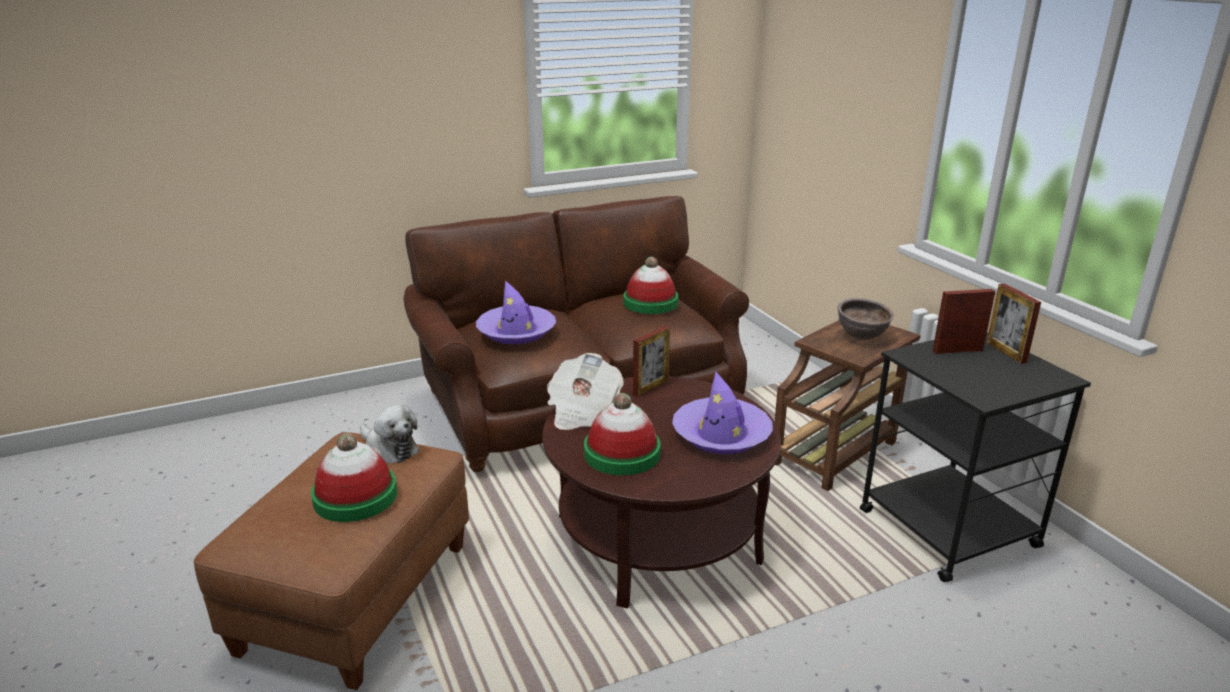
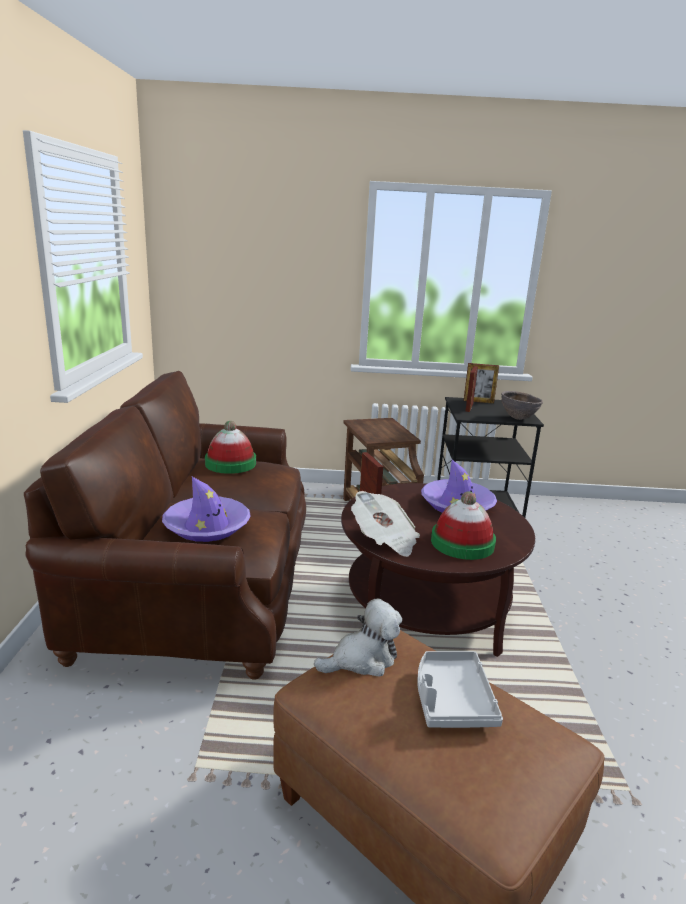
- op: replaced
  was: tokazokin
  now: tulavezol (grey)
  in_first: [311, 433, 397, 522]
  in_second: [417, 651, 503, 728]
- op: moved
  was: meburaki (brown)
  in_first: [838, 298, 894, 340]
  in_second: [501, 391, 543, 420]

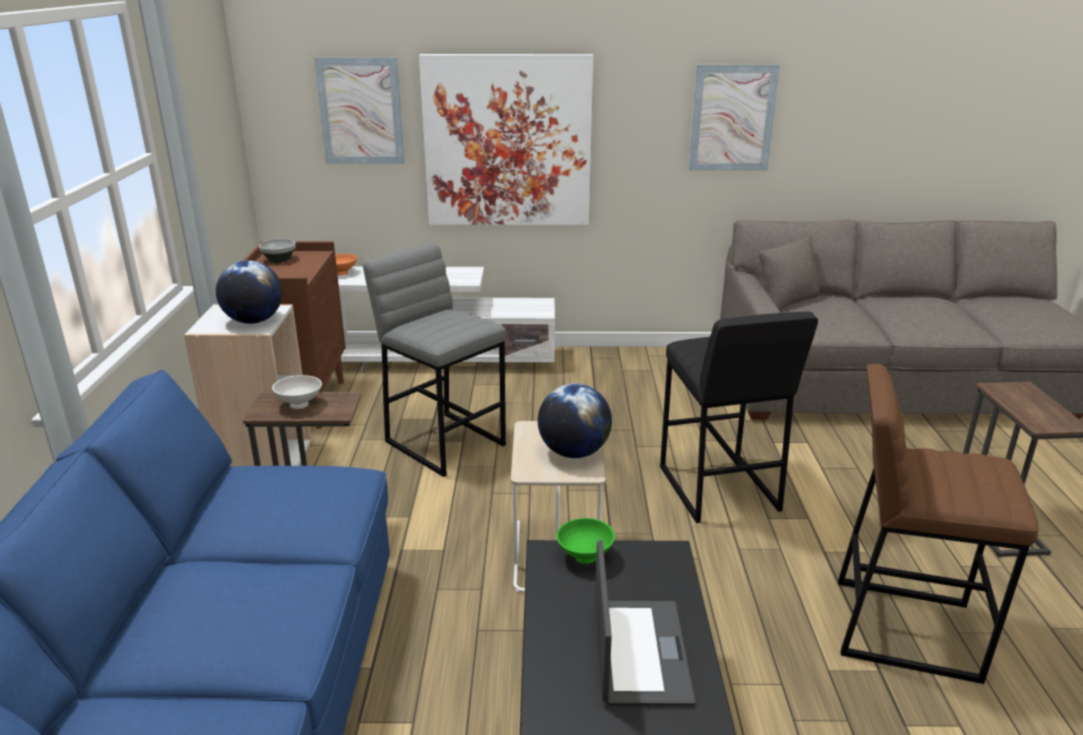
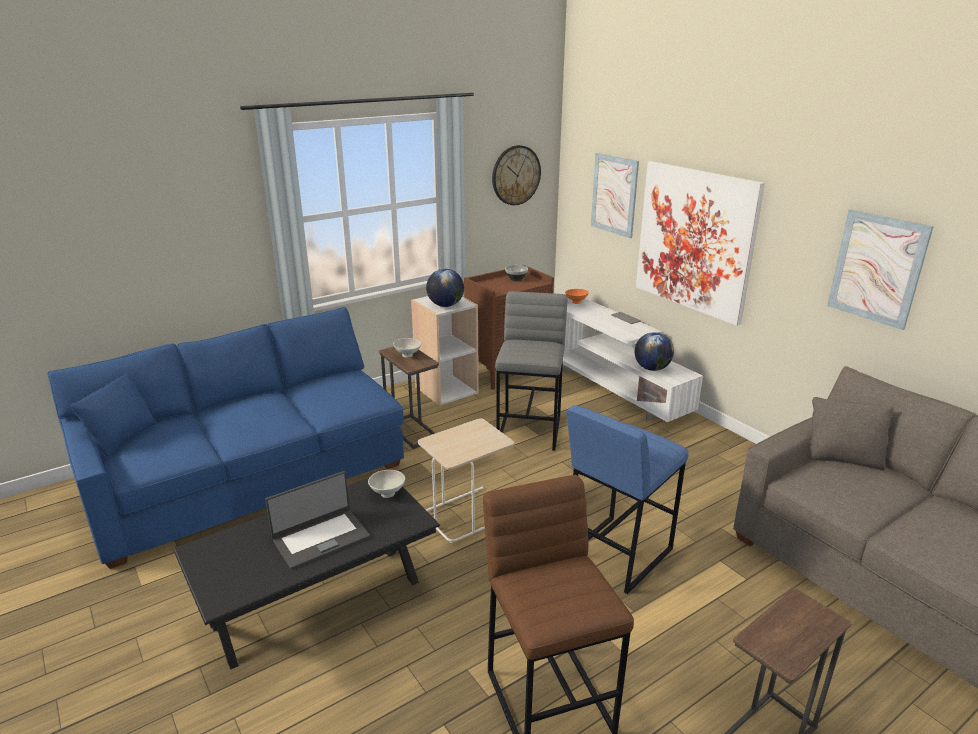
- op: moved
  was: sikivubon
  in_first: [538, 383, 612, 458]
  in_second: [635, 332, 674, 371]
- op: recoloured
  was: meburaki (green)
  now: meburaki (white)
  in_first: [556, 518, 615, 564]
  in_second: [368, 470, 405, 498]
- op: recoloured
  was: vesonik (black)
  now: vesonik (blue)
  in_first: [660, 312, 818, 523]
  in_second: [566, 405, 689, 594]
- op: added
  now: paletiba
  in_second: [492, 145, 541, 205]

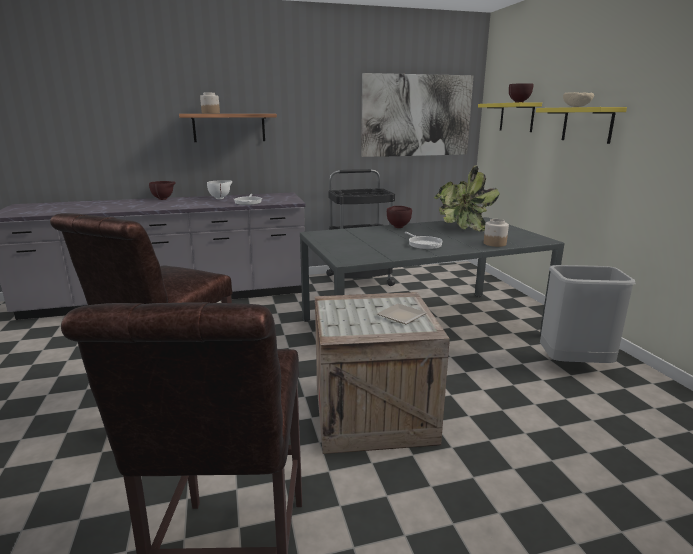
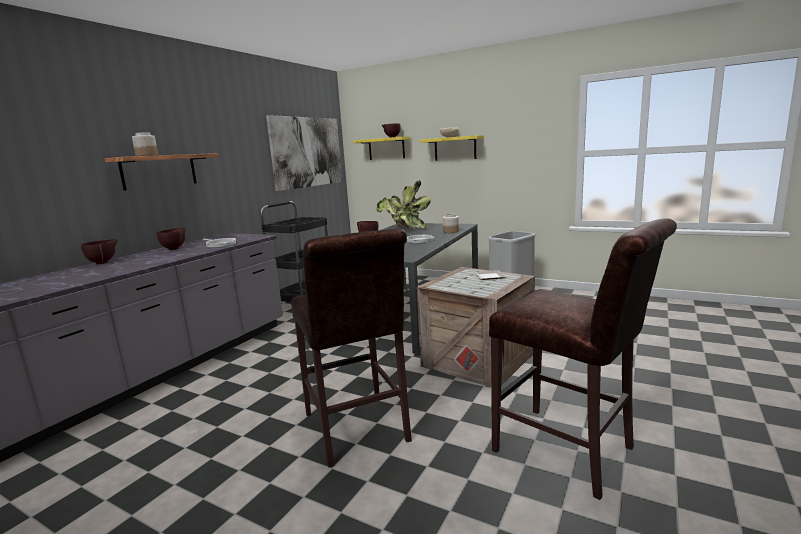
- op: recoloured
  was: meburaki (white)
  now: meburaki (brown)
  in_first: [207, 180, 232, 199]
  in_second: [156, 228, 185, 250]

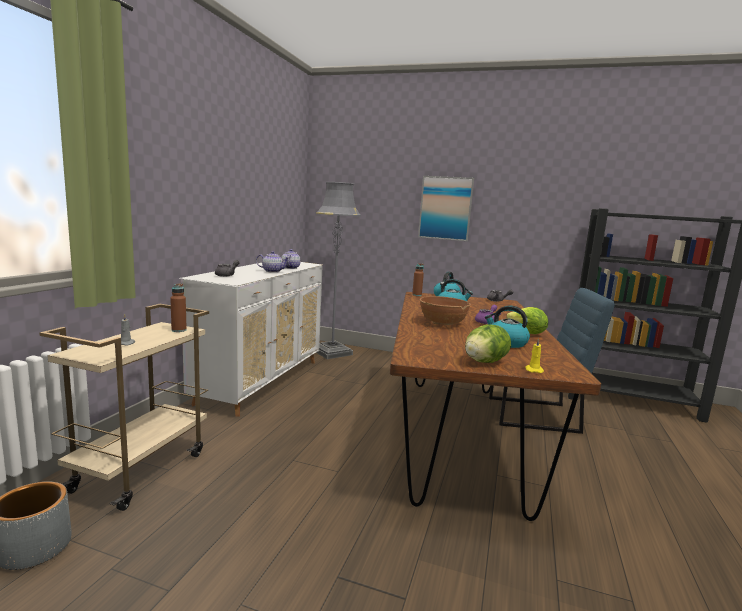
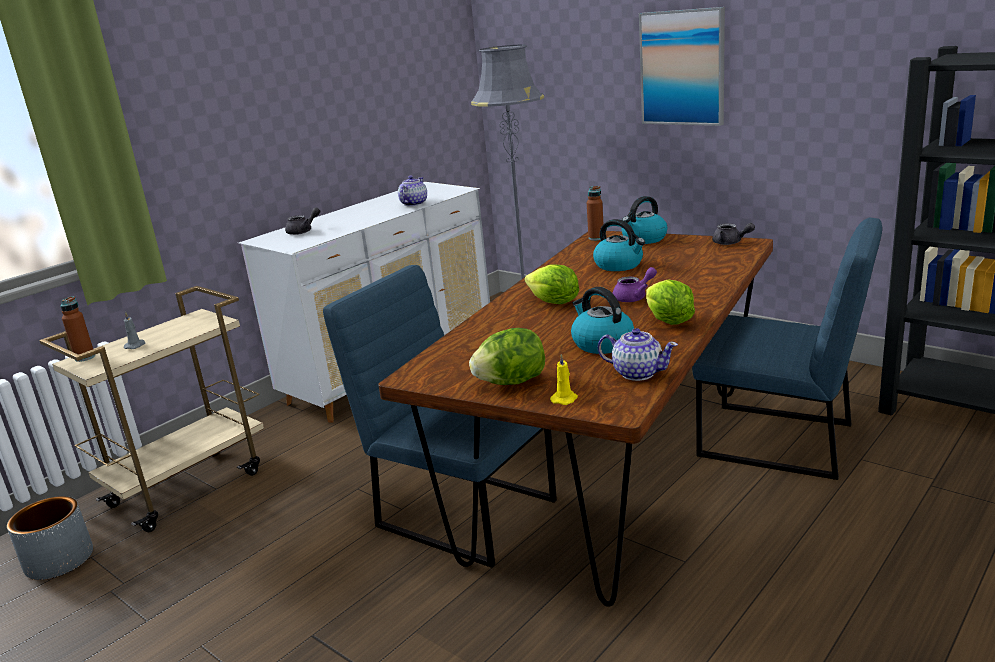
- op: moved
  was: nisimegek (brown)
  in_first: [170, 283, 187, 332]
  in_second: [61, 296, 95, 362]
- op: moved
  was: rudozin
  in_first: [256, 251, 290, 273]
  in_second: [598, 328, 678, 381]
- op: replaced
  was: meburaki (brown)
  now: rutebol
  in_first: [420, 296, 471, 325]
  in_second: [524, 264, 579, 304]
- op: added
  now: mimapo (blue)
  in_second: [323, 265, 557, 568]

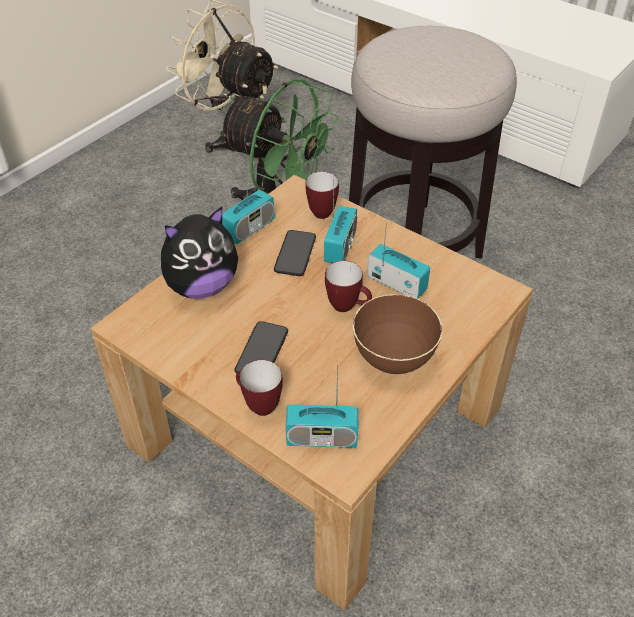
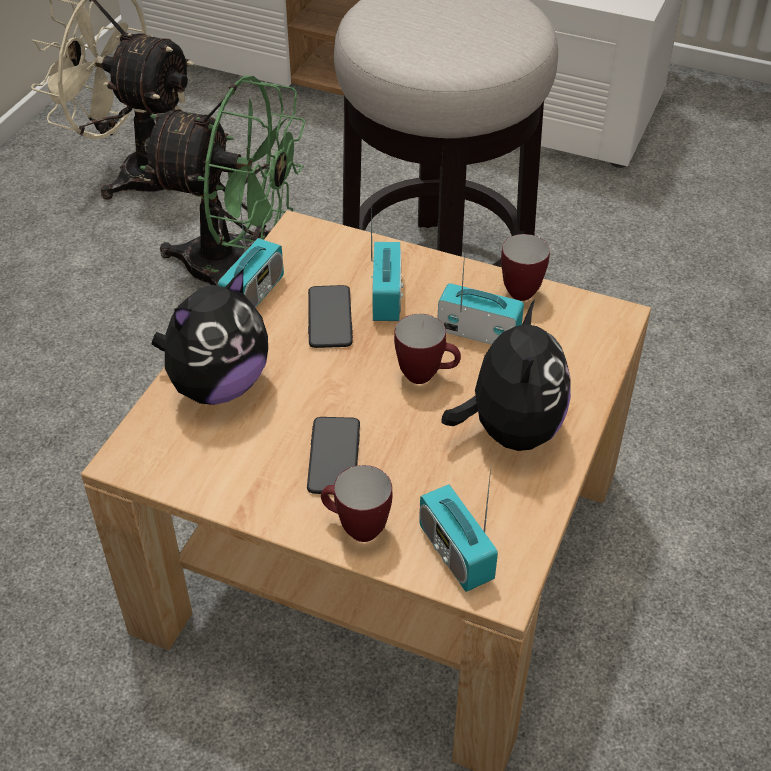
- op: turned
  was: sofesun
  in_first: [285, 369, 358, 448]
  in_second: [419, 468, 498, 592]
  clockwise: 75
- op: moved
  was: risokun
  in_first: [306, 172, 339, 219]
  in_second: [501, 234, 550, 301]
- op: replaced
  was: meburaki (brown)
  now: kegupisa
  in_first: [353, 294, 443, 374]
  in_second: [441, 299, 571, 451]

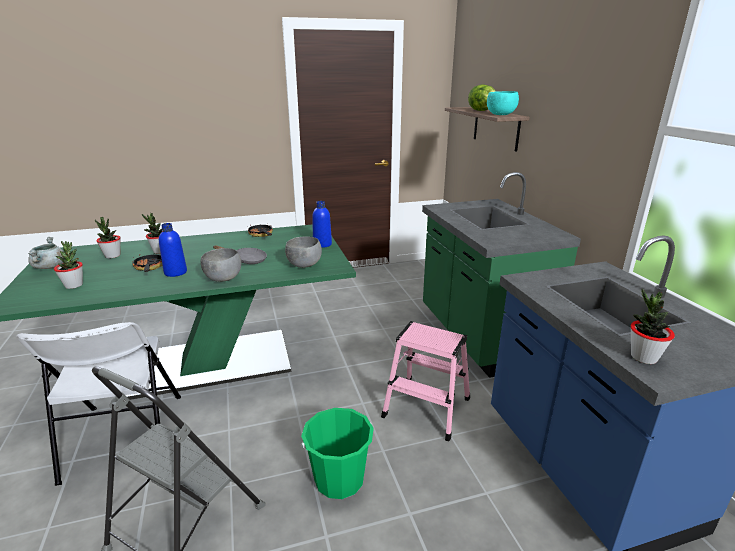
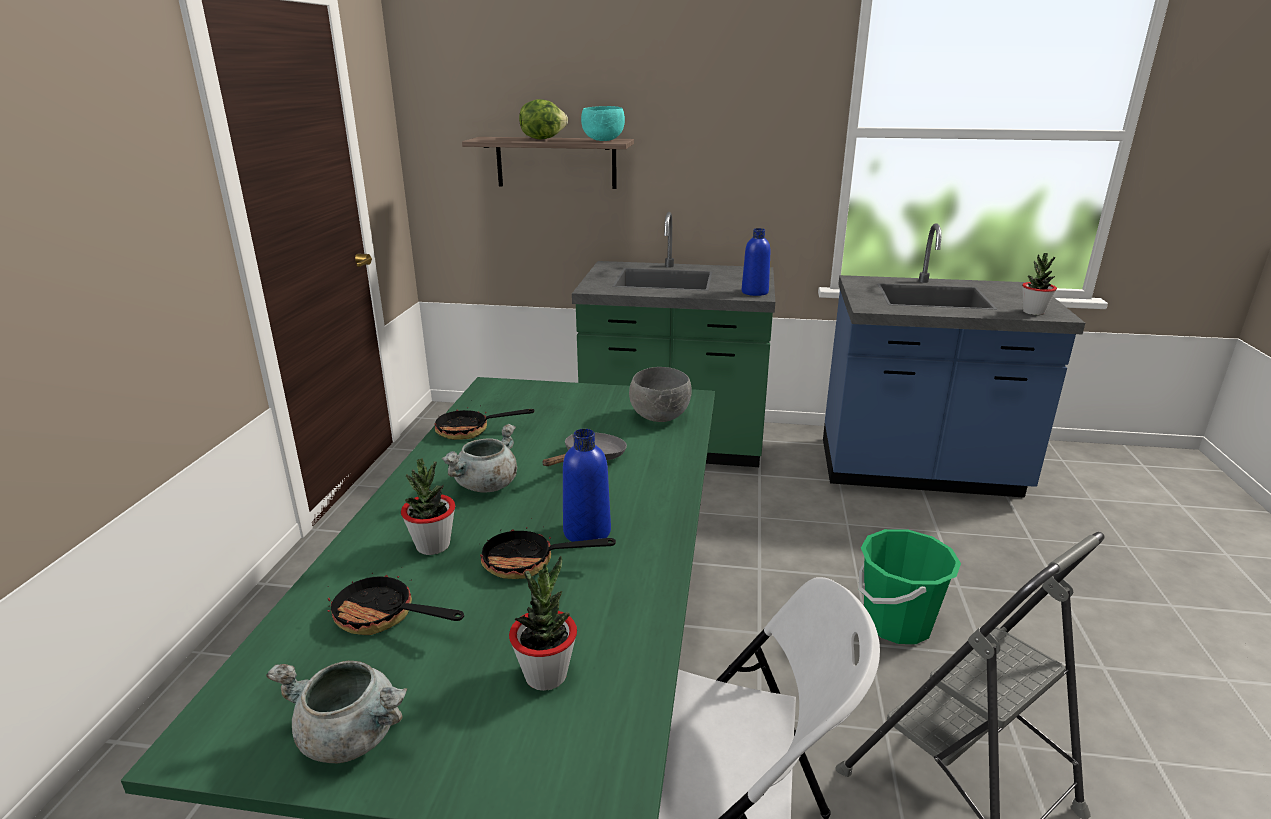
- op: replaced
  was: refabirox
  now: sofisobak
  in_first: [95, 217, 121, 258]
  in_second: [328, 573, 464, 635]
- op: removed
  was: meburaki (grey)
  in_first: [201, 248, 241, 282]
- op: moved
  was: nisimegek (blue)
  in_first: [312, 201, 332, 248]
  in_second: [742, 228, 770, 296]
- op: removed
  was: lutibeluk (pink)
  in_first: [381, 321, 470, 441]
- op: added
  now: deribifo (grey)
  in_second: [441, 424, 517, 493]

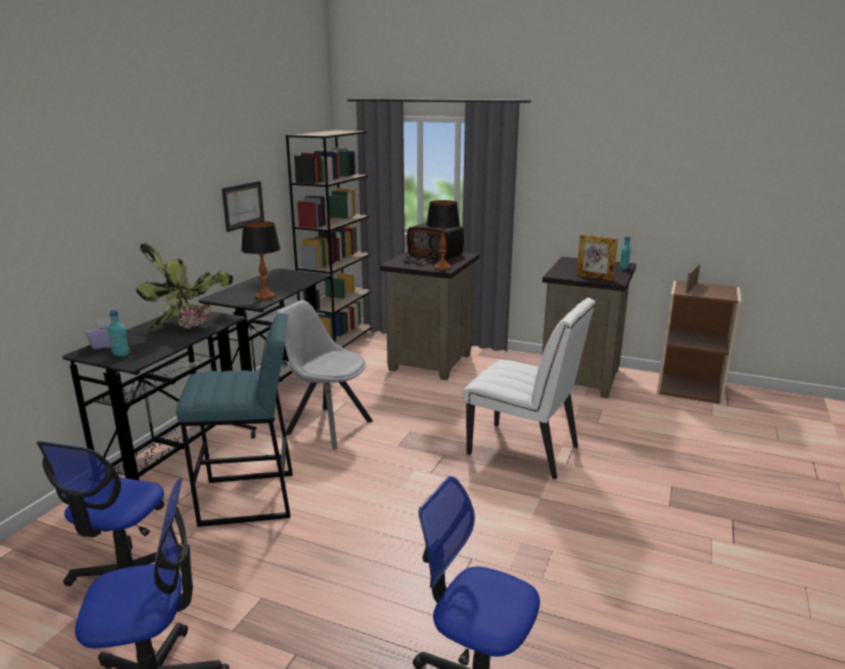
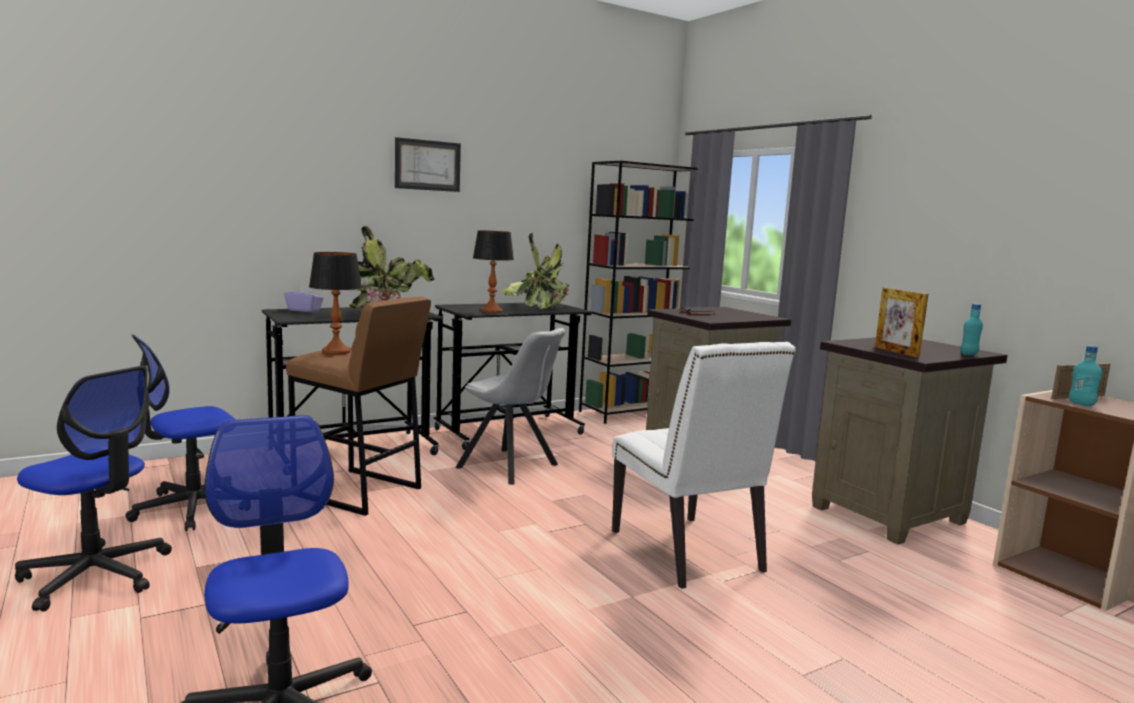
- op: moved
  was: nisimegek (turquoise)
  in_first: [108, 310, 130, 357]
  in_second: [1069, 345, 1103, 406]
- op: recoloured
  was: vesonik (turquoise)
  now: vesonik (brown)
  in_first: [176, 313, 293, 527]
  in_second: [286, 296, 431, 516]
- op: moved
  was: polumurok
  in_first: [222, 181, 264, 232]
  in_second: [395, 137, 461, 192]
- op: turned
  was: mimapo (grey)
  in_first: [276, 300, 373, 450]
  in_second: [456, 328, 566, 485]
  clockwise: 150
- op: removed
  was: sofesun
  in_first: [407, 222, 464, 260]
- op: moved
  was: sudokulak
  in_first: [426, 200, 460, 270]
  in_second: [309, 252, 362, 354]
- op: added
  now: refabirox
  in_second: [503, 233, 570, 310]

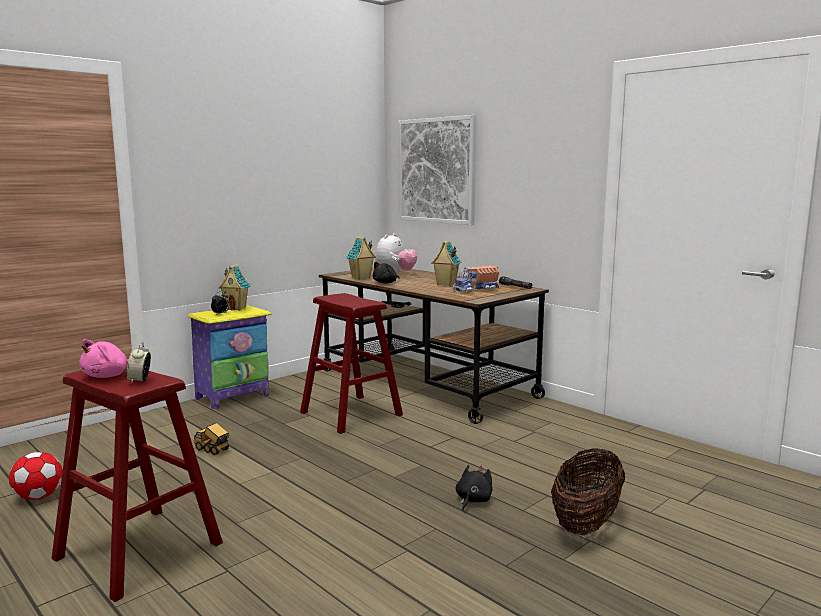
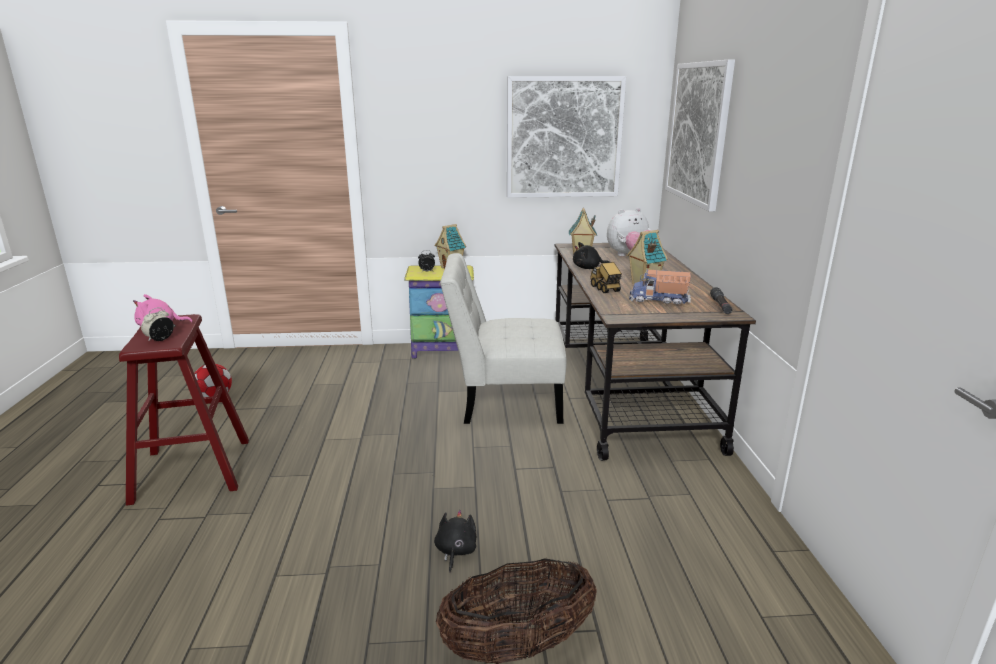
- op: moved
  was: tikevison
  in_first: [194, 422, 229, 455]
  in_second: [590, 262, 622, 293]
- op: replaced
  was: vesonik (red)
  now: mimapo (white)
  in_first: [300, 293, 403, 434]
  in_second: [440, 253, 567, 424]
- op: turned
  was: kegupisa (black)
  in_first: [456, 465, 493, 511]
  in_second: [434, 510, 476, 573]
  clockwise: -60
- op: added
  now: polumurok
  in_second: [507, 76, 626, 198]

